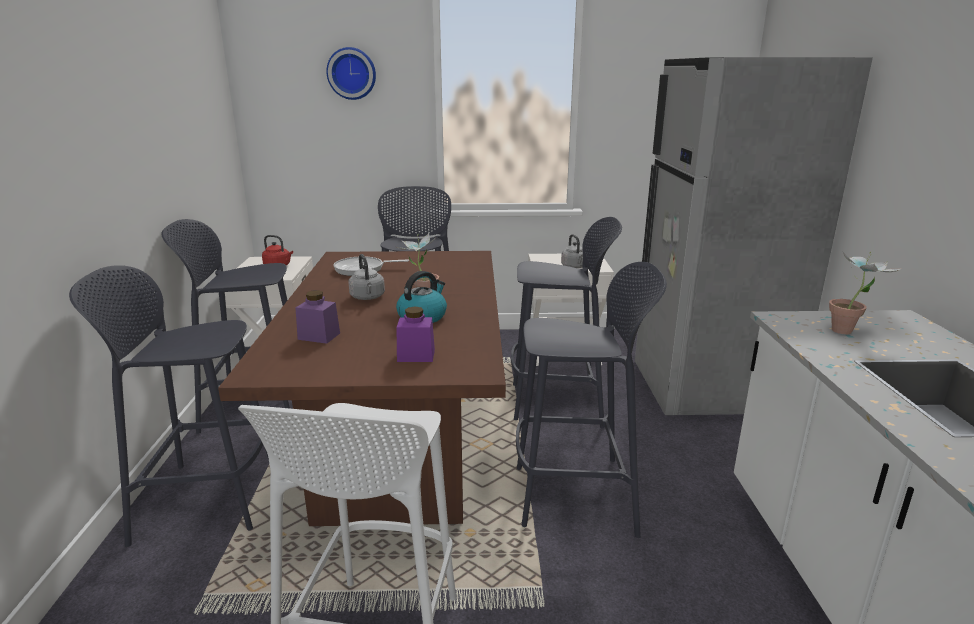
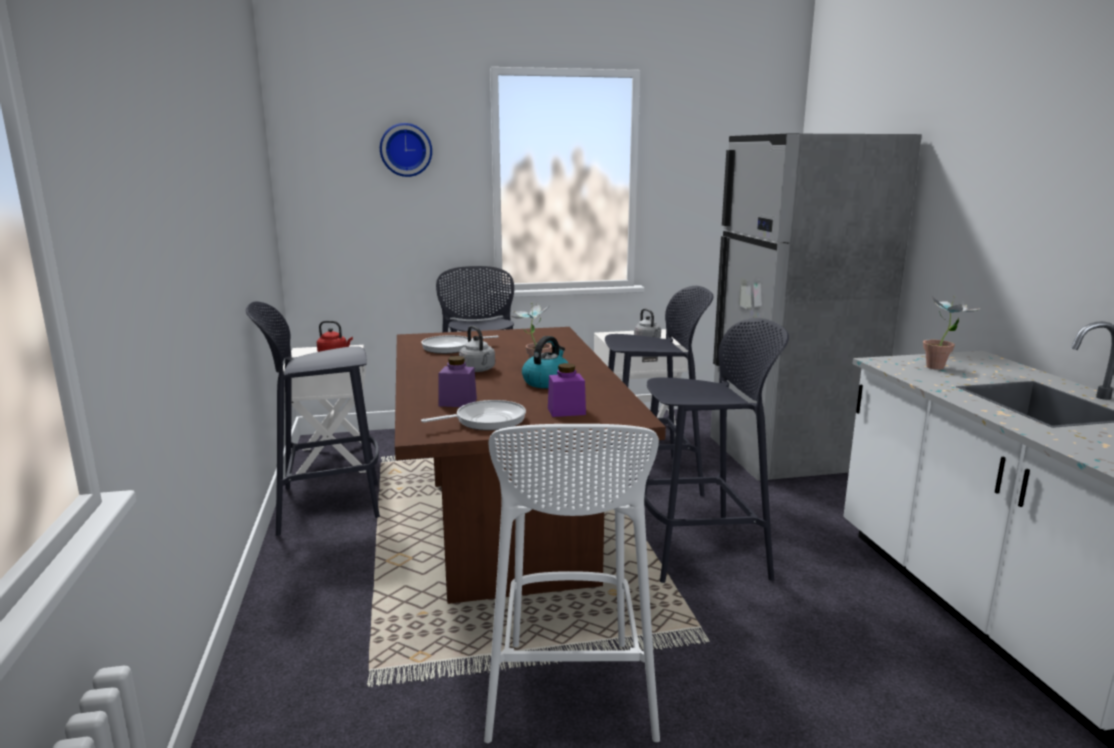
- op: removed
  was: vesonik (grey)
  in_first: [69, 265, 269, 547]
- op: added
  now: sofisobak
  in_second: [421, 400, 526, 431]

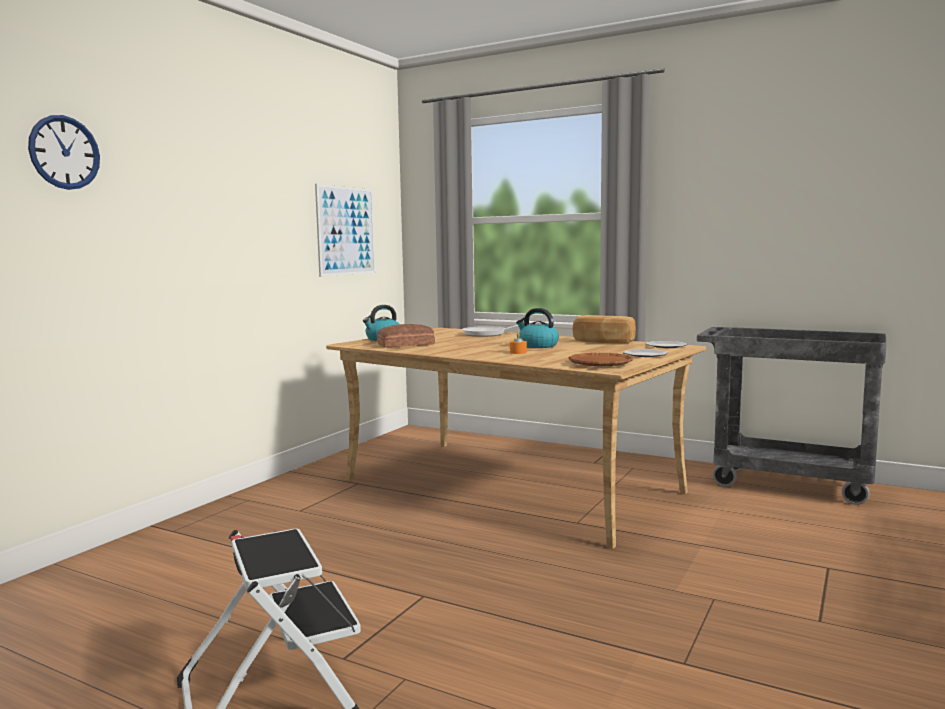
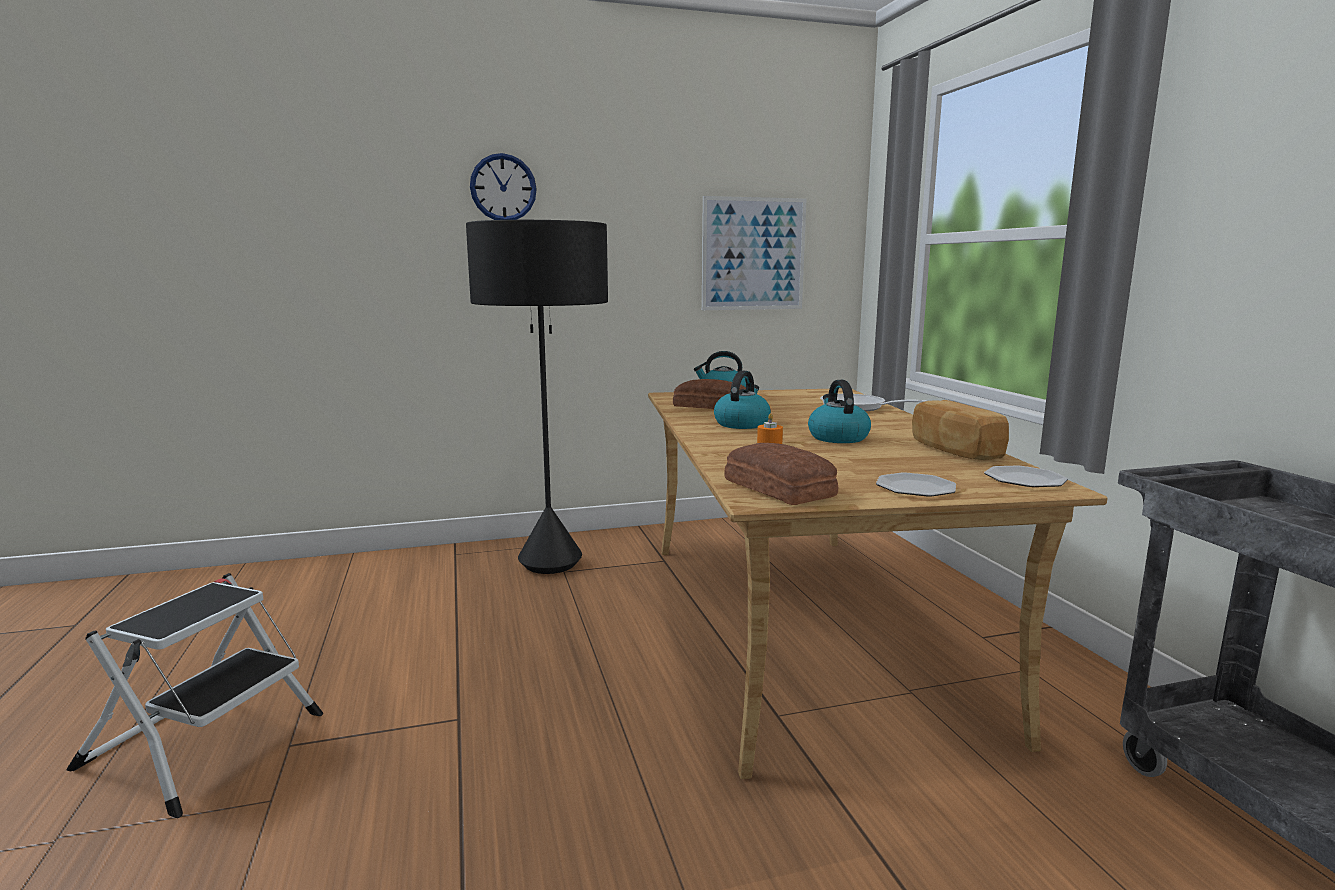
- op: moved
  was: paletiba
  in_first: [28, 115, 100, 190]
  in_second: [470, 153, 537, 220]
- op: replaced
  was: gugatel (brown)
  now: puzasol
  in_first: [569, 353, 633, 366]
  in_second: [724, 443, 838, 505]
- op: added
  now: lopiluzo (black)
  in_second: [466, 220, 608, 574]
- op: added
  now: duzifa
  in_second: [714, 370, 771, 429]

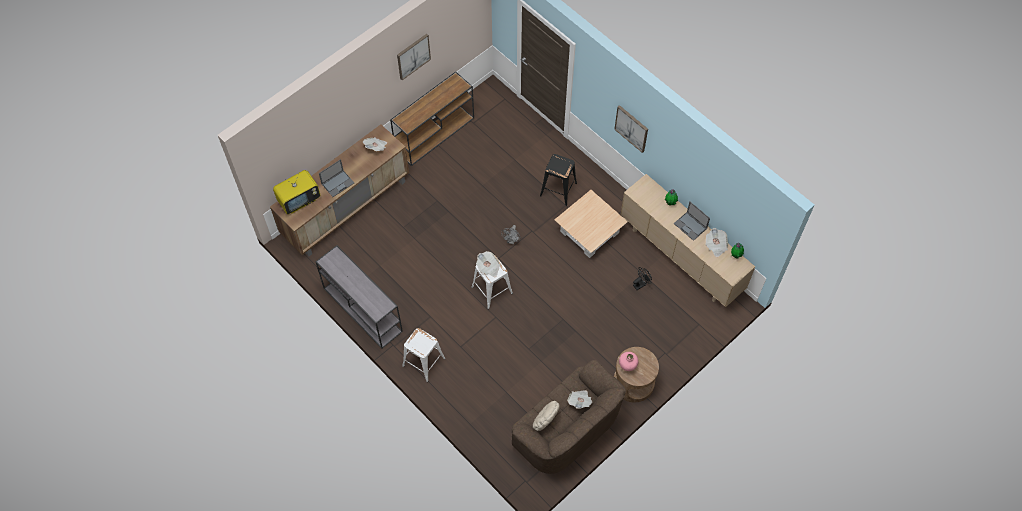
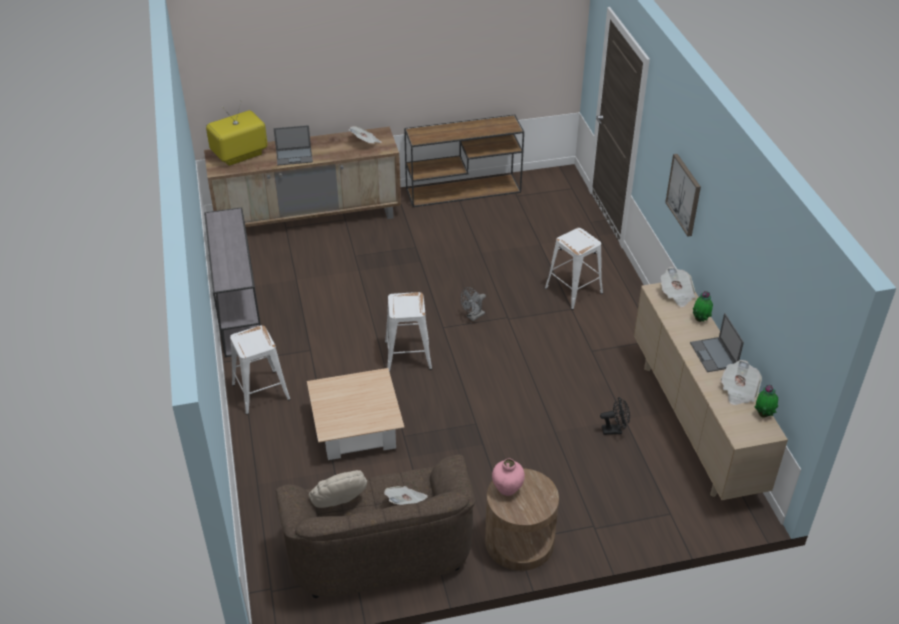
- op: turned
  was: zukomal
  in_first: [273, 170, 320, 214]
  in_second: [206, 100, 268, 166]
  clockwise: 150
- op: removed
  was: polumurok
  in_first: [397, 34, 431, 80]
- op: moved
  was: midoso
  in_first: [476, 251, 501, 277]
  in_second: [661, 267, 696, 307]
- op: recoloured
  was: vesonik (black)
  now: vesonik (white)
  in_first: [540, 154, 577, 206]
  in_second: [545, 228, 603, 310]
- op: moved
  was: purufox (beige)
  in_first: [554, 190, 628, 258]
  in_second: [307, 368, 405, 460]

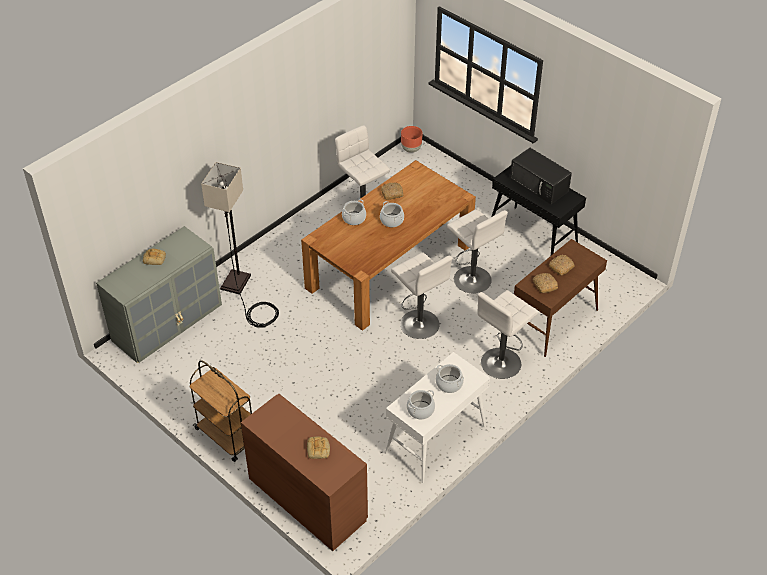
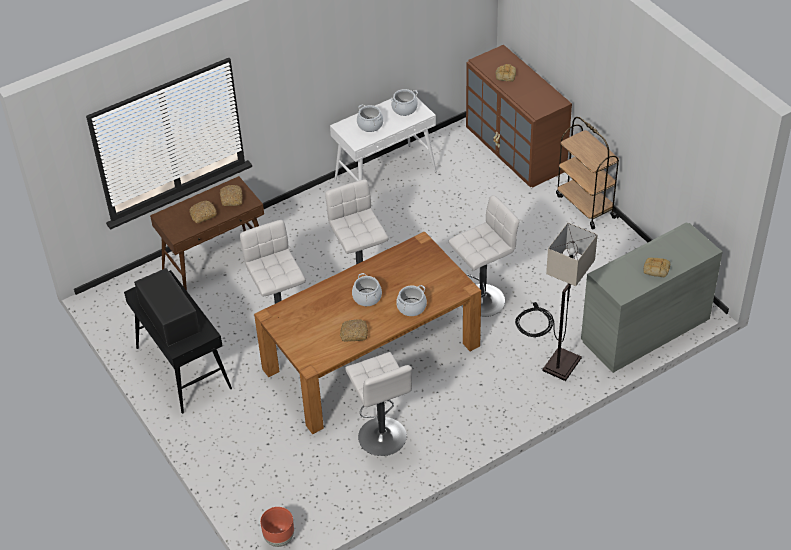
- op: moved
  was: vesonik (white)
  in_first: [477, 290, 539, 379]
  in_second: [449, 195, 519, 317]

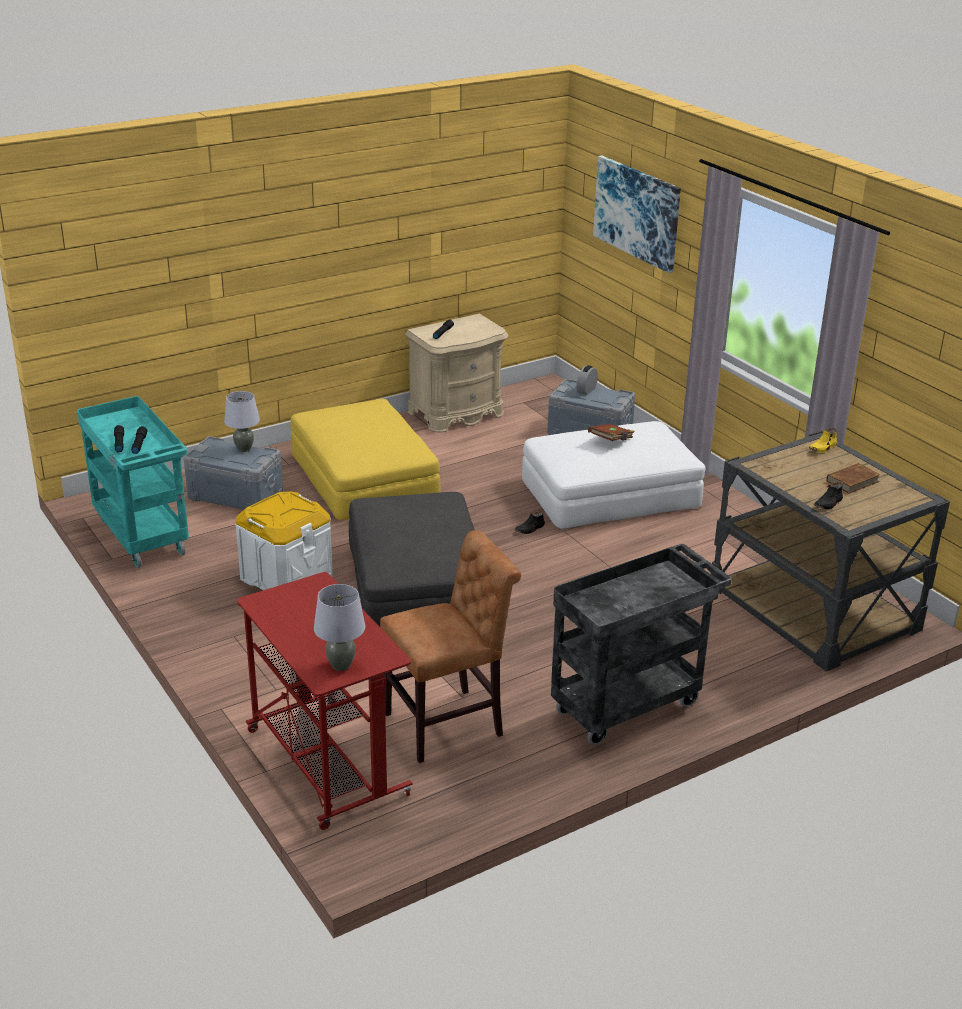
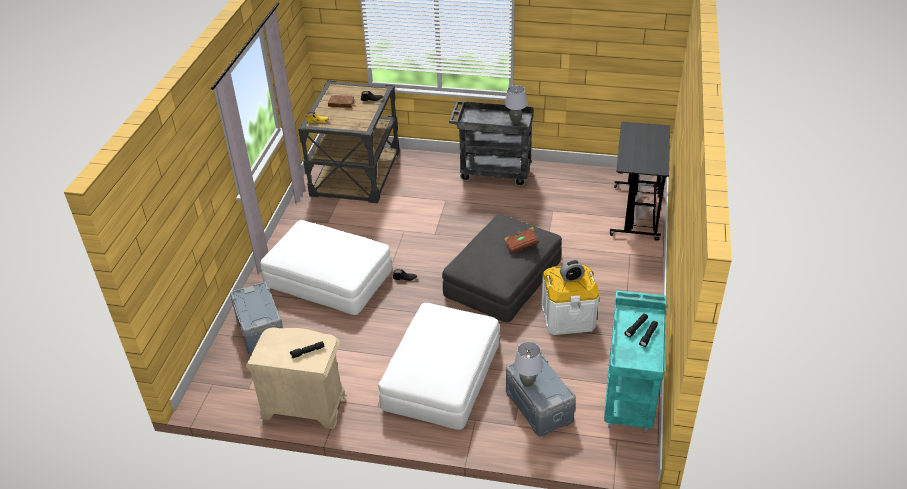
- op: recoloured
  was: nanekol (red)
  now: nanekol (black)
  in_first: [237, 572, 413, 830]
  in_second: [610, 122, 670, 241]
- op: recoloured
  was: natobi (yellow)
  now: natobi (white)
  in_first: [290, 399, 441, 520]
  in_second: [378, 303, 499, 430]
- op: moved
  was: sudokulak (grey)
  in_first: [314, 584, 365, 671]
  in_second: [505, 85, 527, 124]
- op: removed
  was: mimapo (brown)
  in_first: [380, 530, 521, 763]
- op: moved
  was: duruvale
  in_first: [576, 365, 598, 395]
  in_second: [560, 260, 585, 282]
- op: moved
  was: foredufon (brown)
  in_first: [588, 424, 635, 441]
  in_second: [504, 227, 539, 254]
- op: removed
  was: polumurok
  in_first: [593, 155, 681, 273]

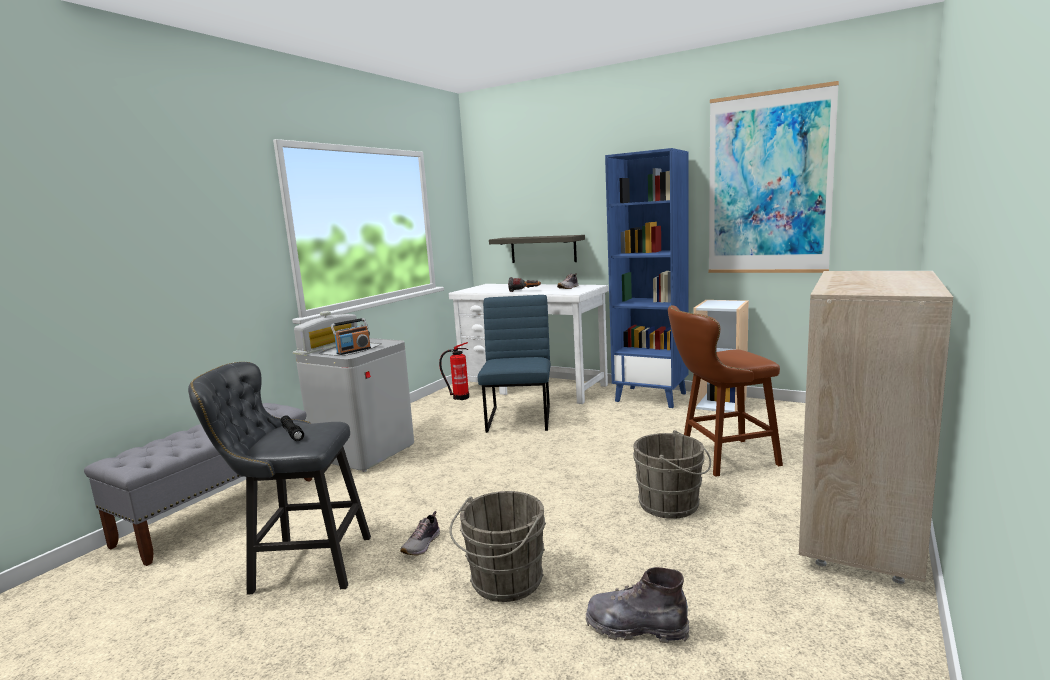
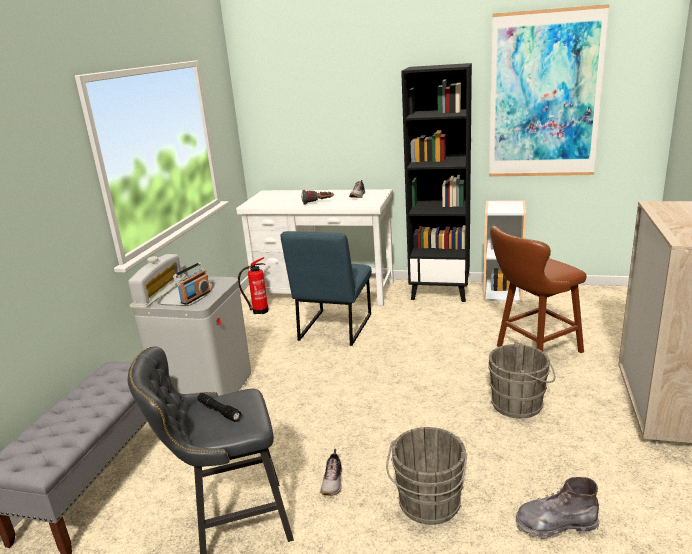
- op: turned
  was: mimapo (blue)
  in_first: [478, 295, 551, 433]
  in_second: [280, 231, 372, 346]
  clockwise: -150
- op: removed
  was: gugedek
  in_first: [489, 235, 585, 263]
- op: recoloured
  was: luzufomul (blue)
  now: luzufomul (black)
  in_first: [605, 148, 688, 408]
  in_second: [401, 63, 472, 302]

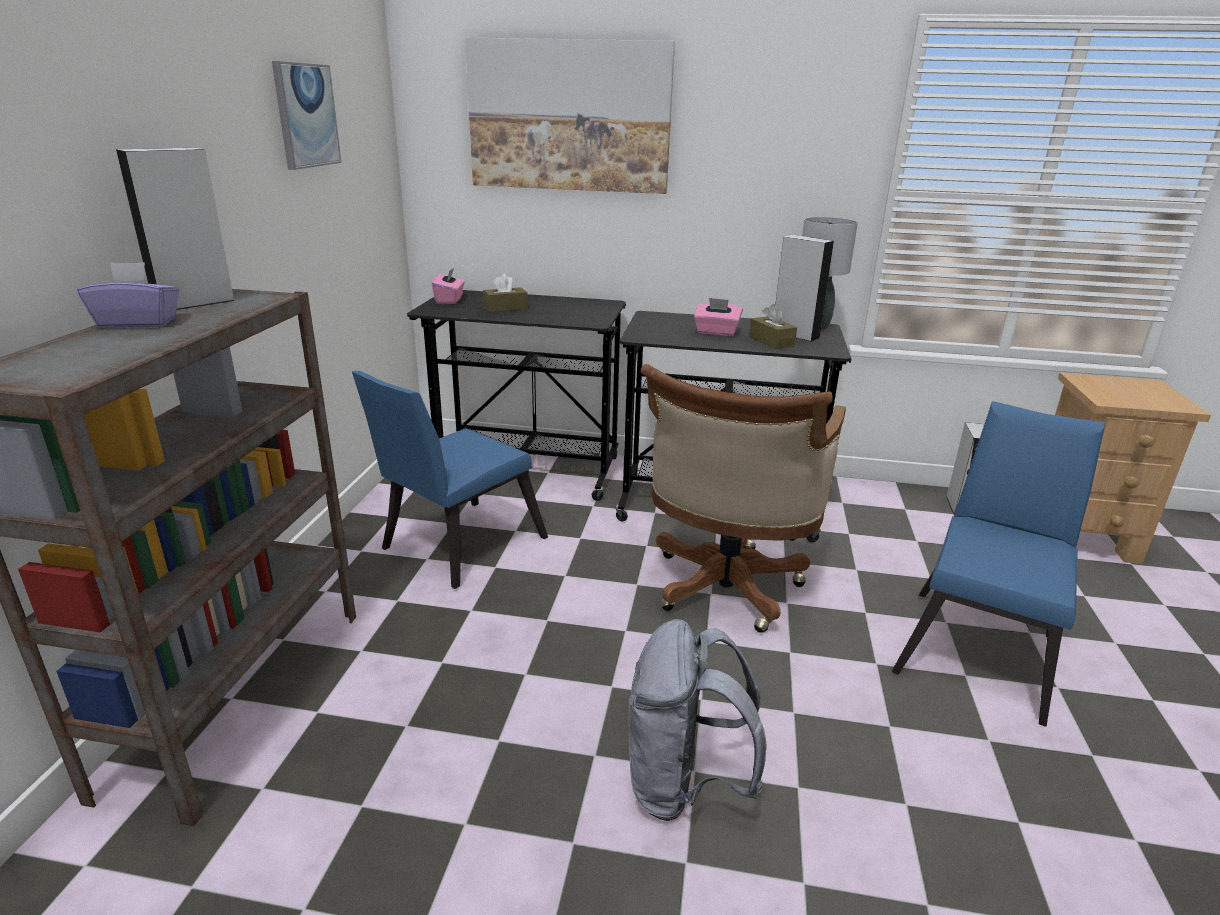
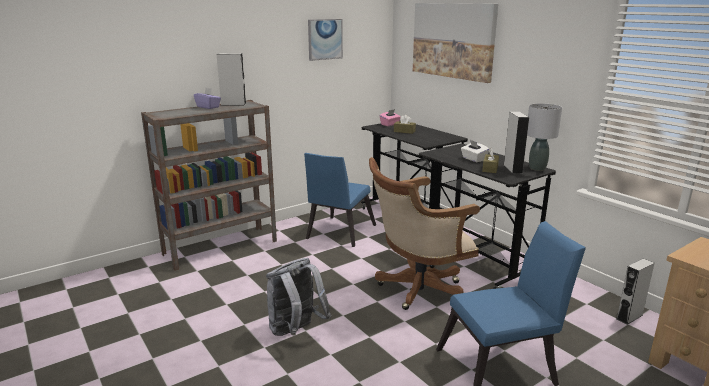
- op: turned
  was: mimapo (blue)
  in_first: [352, 371, 548, 589]
  in_second: [304, 153, 376, 247]
  clockwise: -60
- op: recoloured
  was: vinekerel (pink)
  now: vinekerel (white)
  in_first: [694, 298, 743, 336]
  in_second: [461, 140, 489, 162]

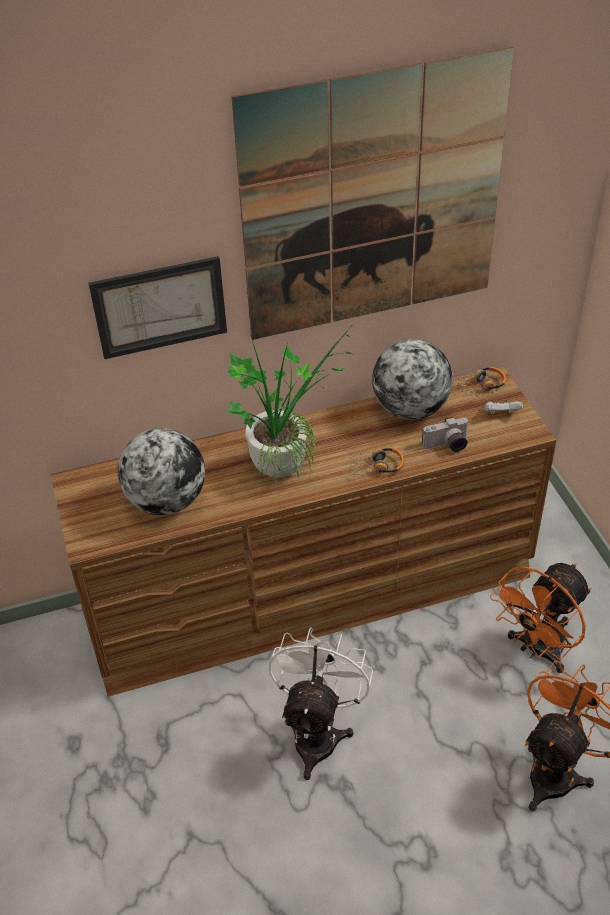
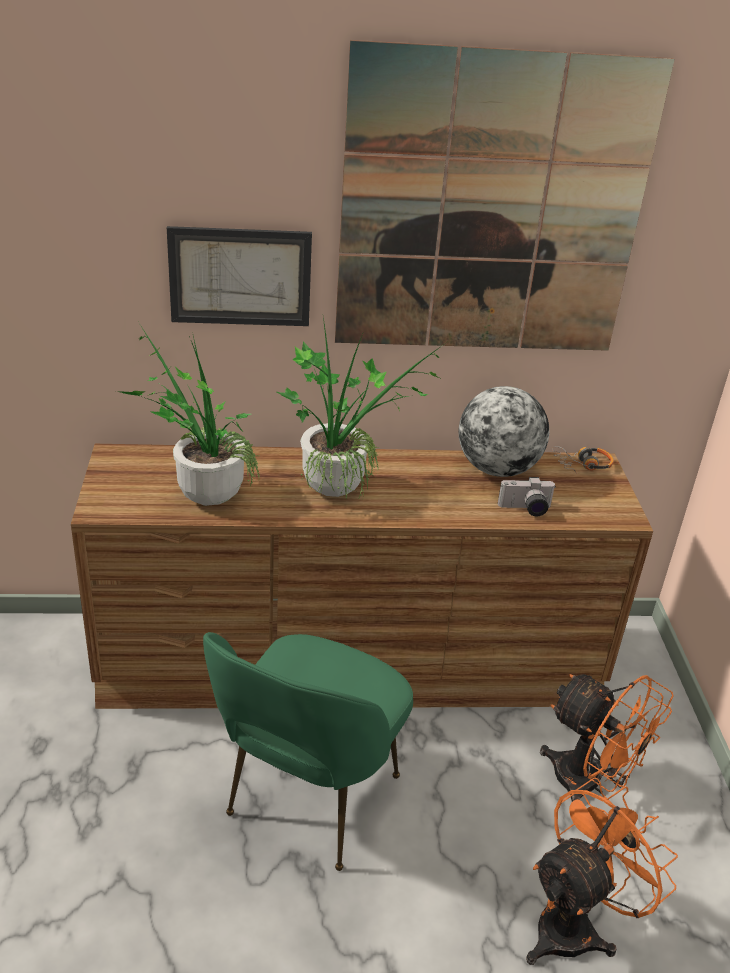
- op: replaced
  was: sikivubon
  now: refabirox
  in_first: [118, 428, 205, 515]
  in_second: [116, 320, 260, 506]
- op: replaced
  was: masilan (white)
  now: mimapo (green)
  in_first: [268, 627, 373, 780]
  in_second: [203, 632, 413, 871]
- op: removed
  was: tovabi
  in_first: [348, 447, 404, 478]
- op: removed
  was: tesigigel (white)
  in_first: [485, 400, 523, 414]
- op: turned
  was: masilan (orange)
  in_first: [490, 563, 591, 673]
  in_second: [540, 674, 674, 802]
  clockwise: -105

